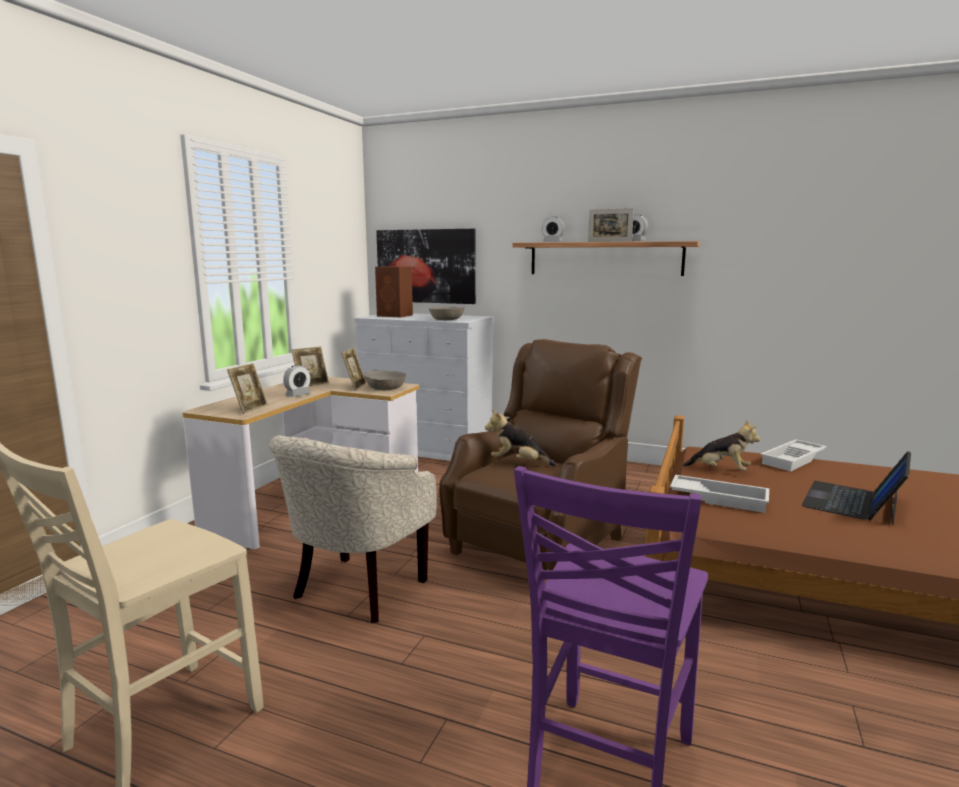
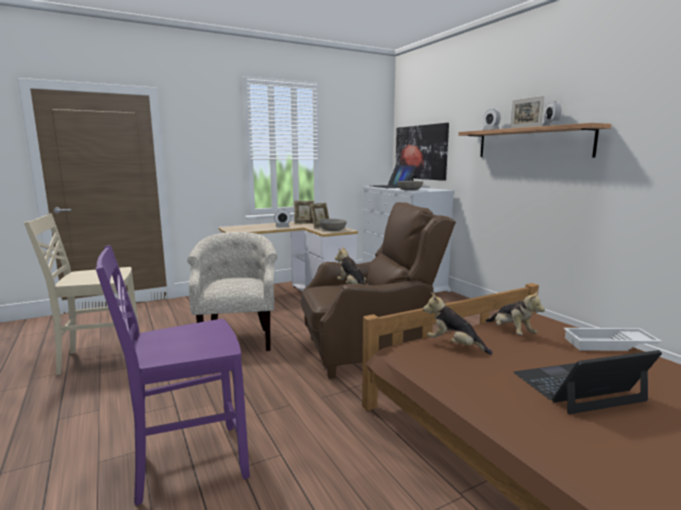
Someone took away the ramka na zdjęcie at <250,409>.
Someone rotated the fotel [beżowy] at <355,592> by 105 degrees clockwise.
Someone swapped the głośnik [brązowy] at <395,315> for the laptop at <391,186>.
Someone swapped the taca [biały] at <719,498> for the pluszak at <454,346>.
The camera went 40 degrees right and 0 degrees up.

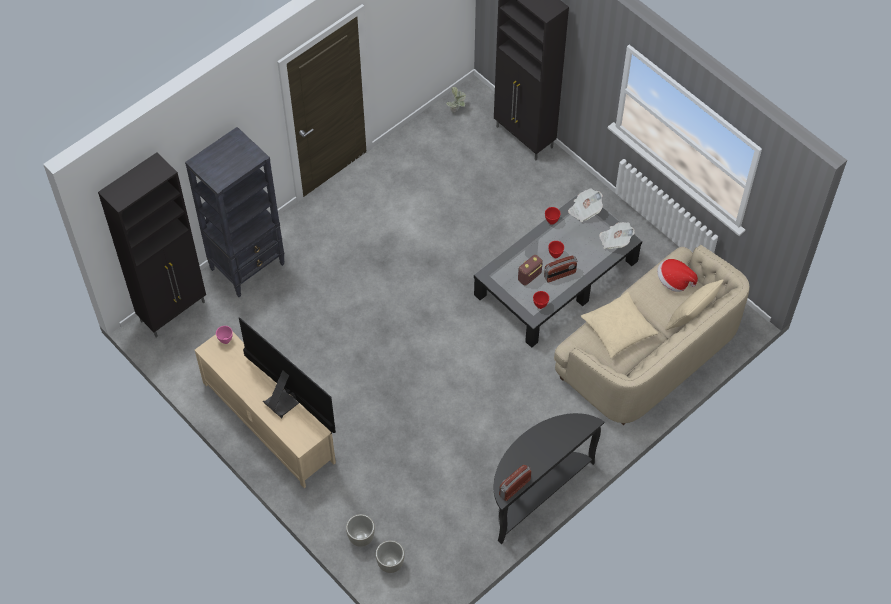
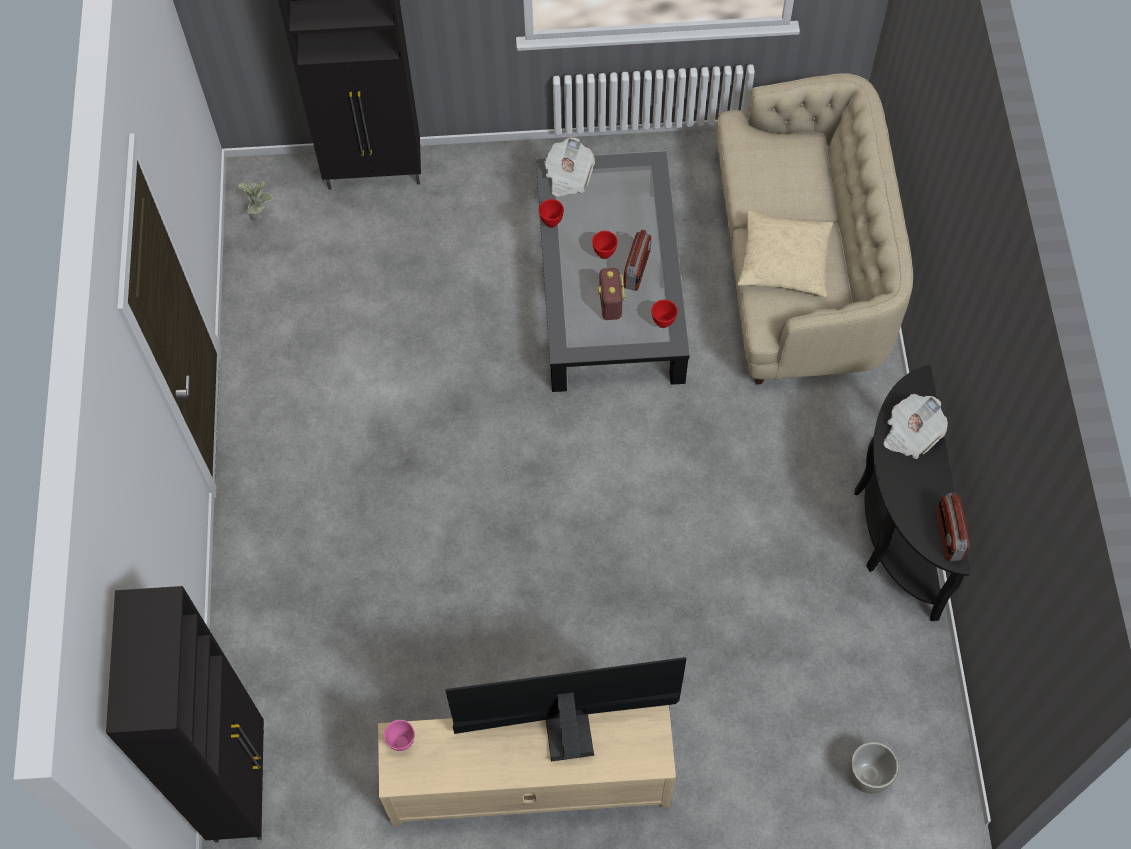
Someone took away the regał [czarny] at <248,266>.
Someone took away the donica [szary] at <361,538>.
Someone carried the gazeta from <615,240> to <910,434>.
Someone took away the kapelusz at <674,281>.
Someone took away the poduszka [beżowy] at <690,318>.
The camera went 50 degrees left and 5 degrees up.

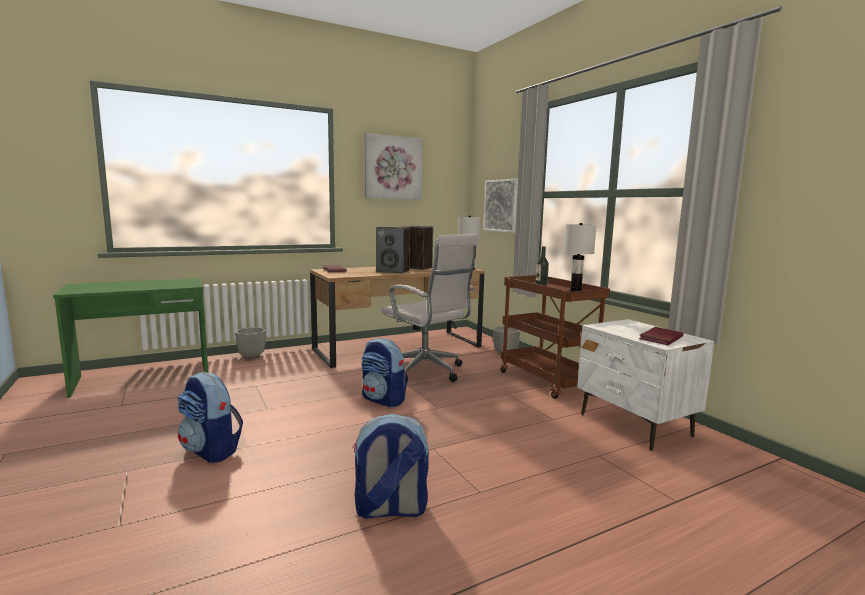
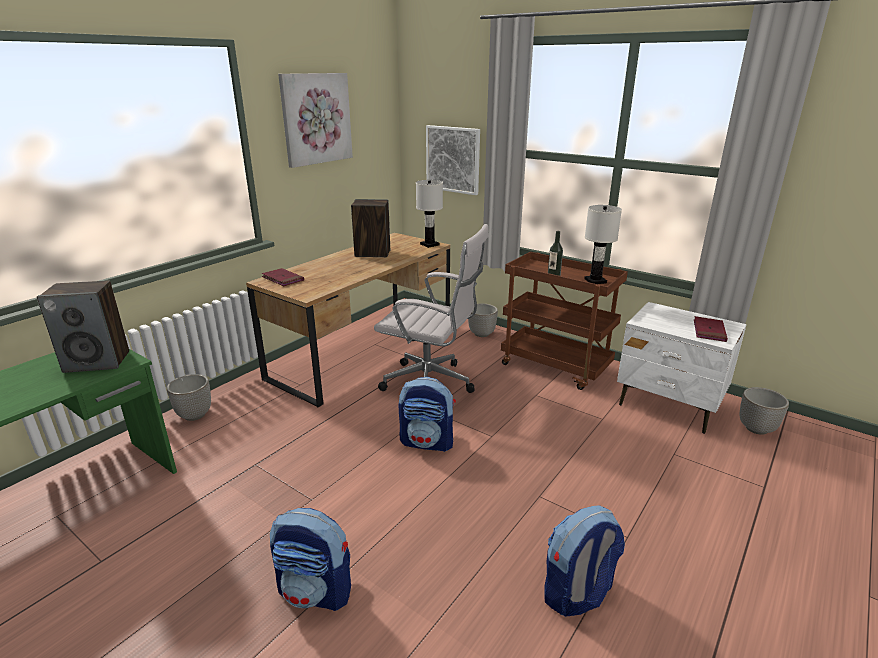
Someone carried the głośnik from <393,271> to <98,361>.
Someone put down the donica at <755,428>.
The camera went 25 degrees left and 15 degrees up.

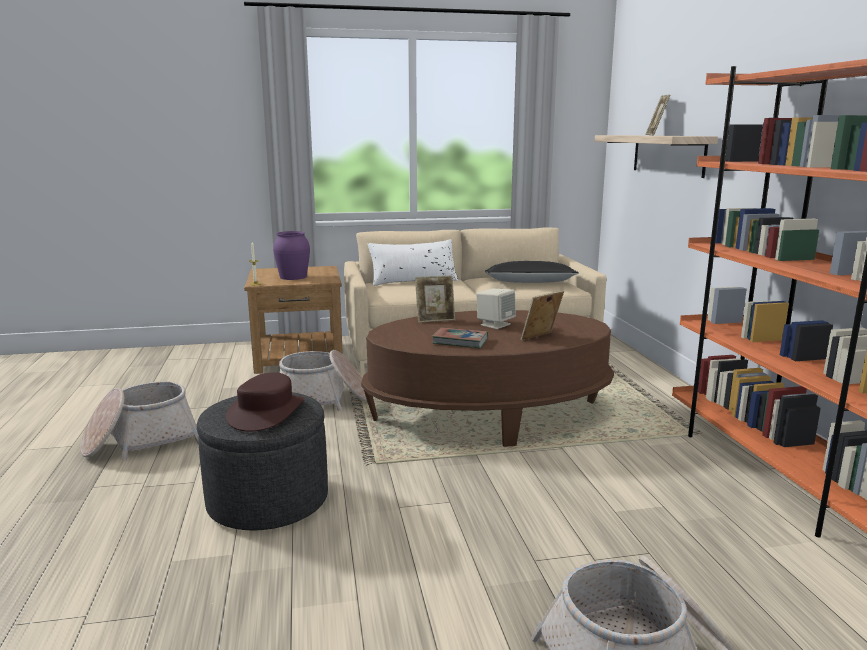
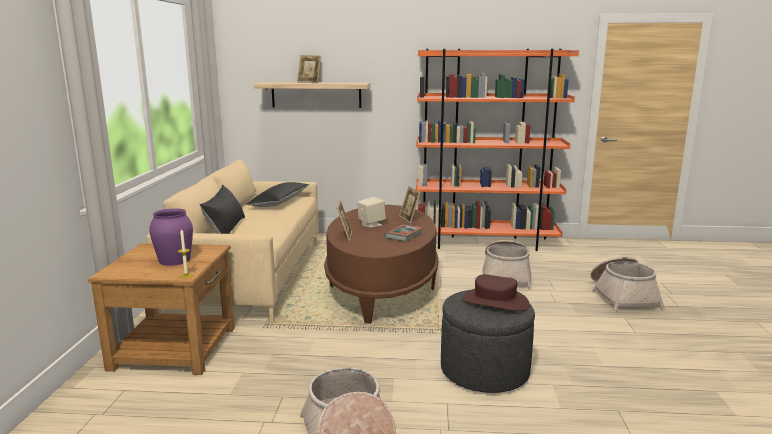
Someone carried the koszyk from <322,400> to <506,276>.
Someone repainted the poduszka [biały] at <413,281>, which became the poduszka [czarny] at <225,228>.
The camera went 75 degrees left and 0 degrees up.

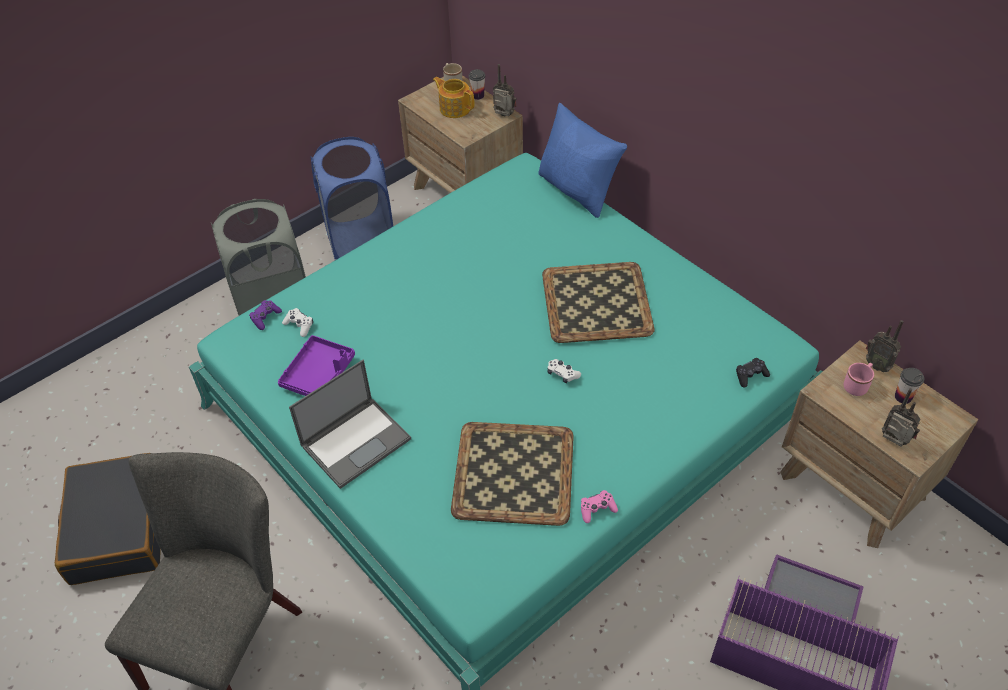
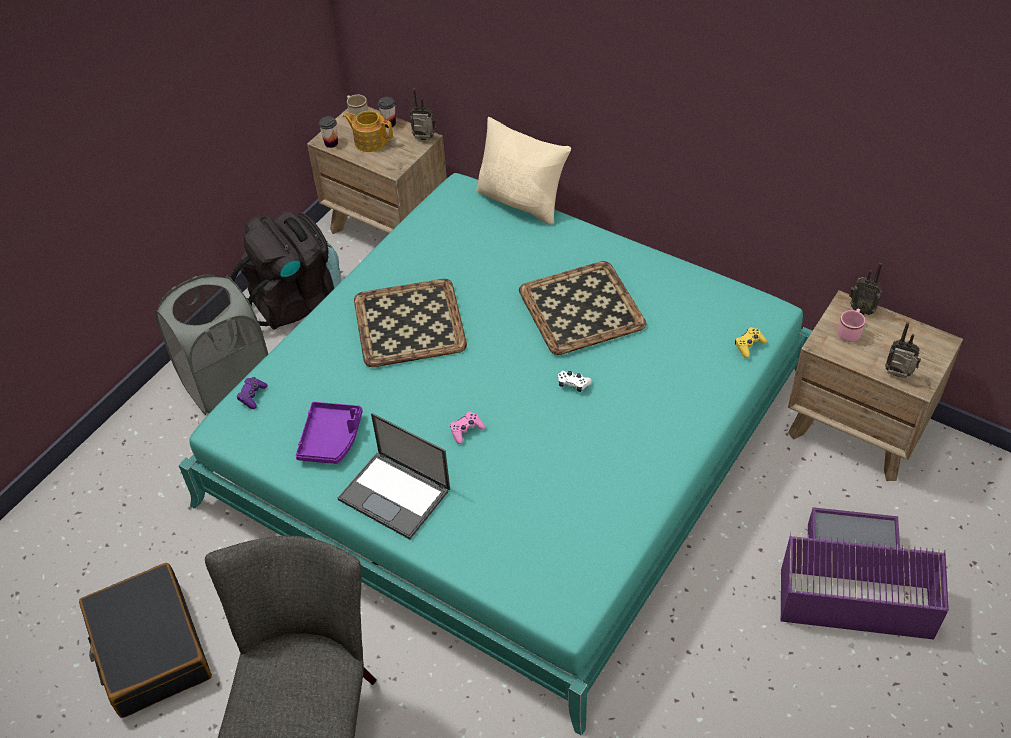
Someone took away the pad do gier [biały] at <299,325>.
Someone rotated the laptop at <356,441> by 90 degrees clockwise.
Someone swapped the kosz na pranie [niebieski] at <360,242> for the plecak [czarny] at <296,300>.
Someone carried the taca from <512,472> to <408,322>.
Someone repainted the poduszka [niebieski] at <577,190>, which became the poduszka [beżowy] at <522,201>.
Someone carried the pad do gier [różowy] from <597,509> to <466,430>.
Someone repainted the pad do gier [czarny] at <750,375>, which became the pad do gier [żółty] at <749,345>.
Someone carried the filiżanka from <903,397> to <331,143>.
The camera went 15 degrees left and 0 degrees up.

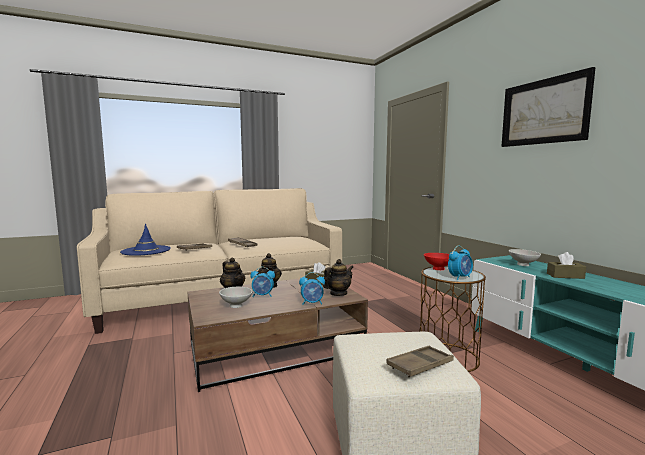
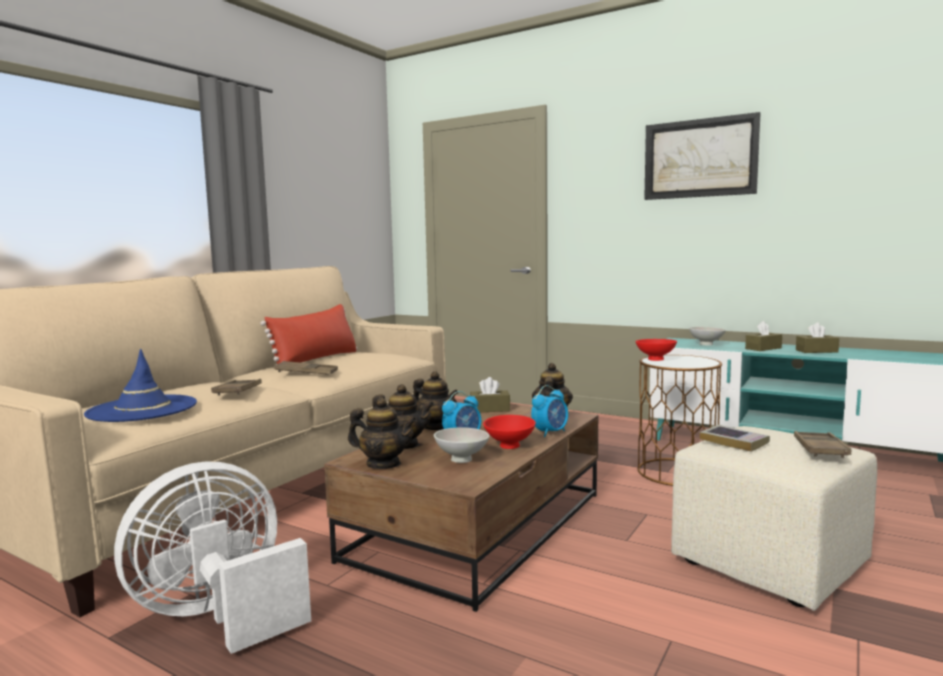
Someone took away the budzik at <460,277>.
Someone put down the wentylator [biały] at <219,615>.
Someone put down the poduszka [czerwony] at <316,359>.
Someone put down the imbryk at <383,464>.
Someone put down the miska [czerwony] at <511,446>.
Someone put down the książka at <734,442>.
Someone put down the pudełko chusteczek [brązowy] at <816,351>.
The camera went 35 degrees left and 0 degrees up.

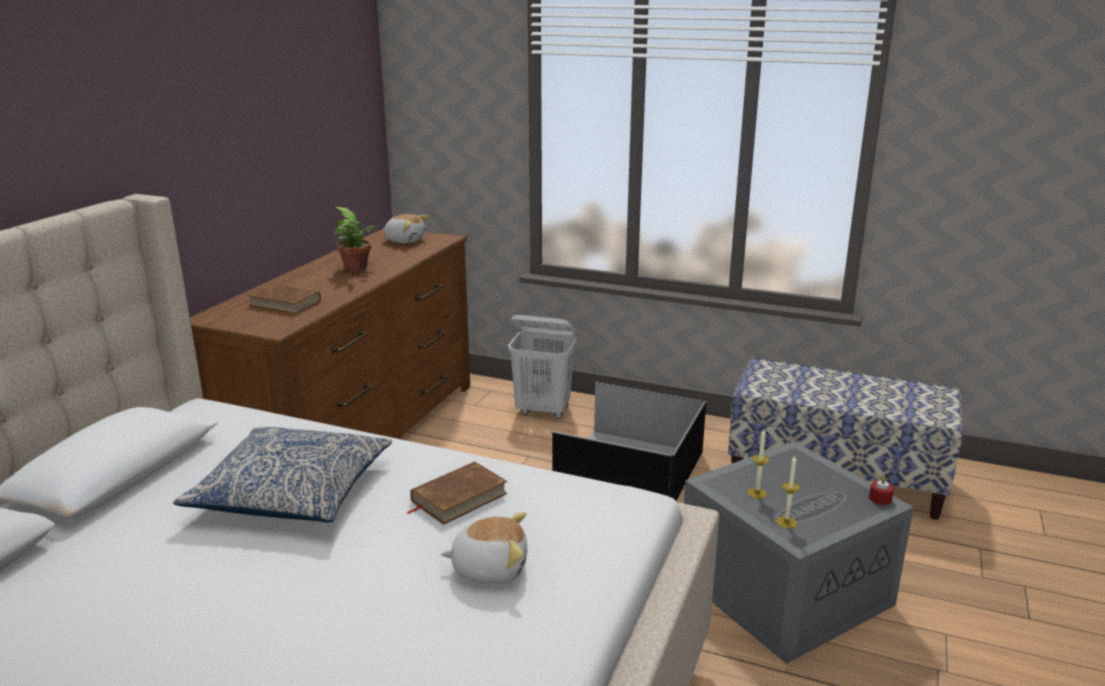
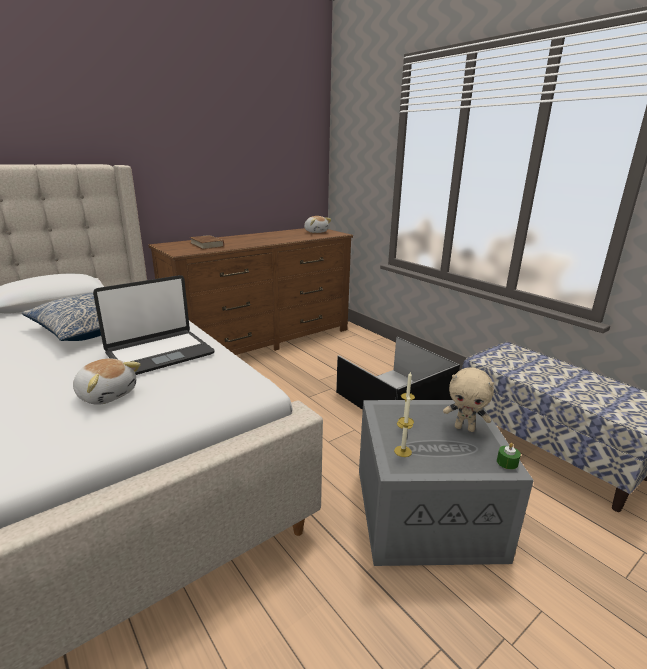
Someone took away the roślina doniczkowa at <358,268>.
Someone swapped the książka [brązowy] at <458,497> for the laptop at <159,353>.
Someone took away the kosz na pranie [biały] at <543,411>.
Someone repainted the świeca [czerwony] at <880,498>, which became the świeca [zielony] at <507,462>.
Someone put down the pluszak [beżowy] at <465,428>.
The camera went 30 degrees right and 0 degrees up.

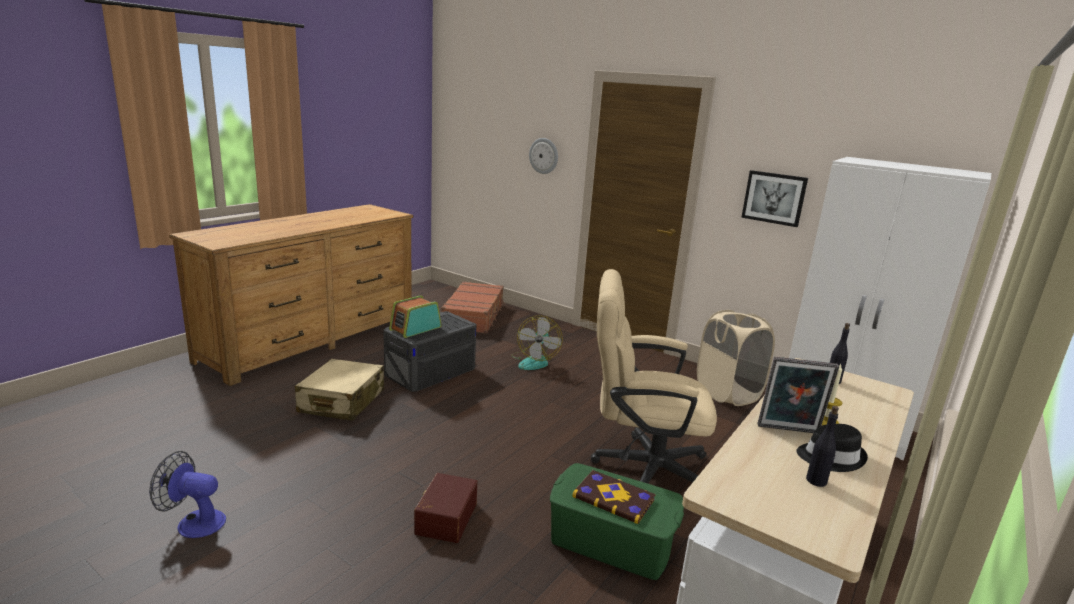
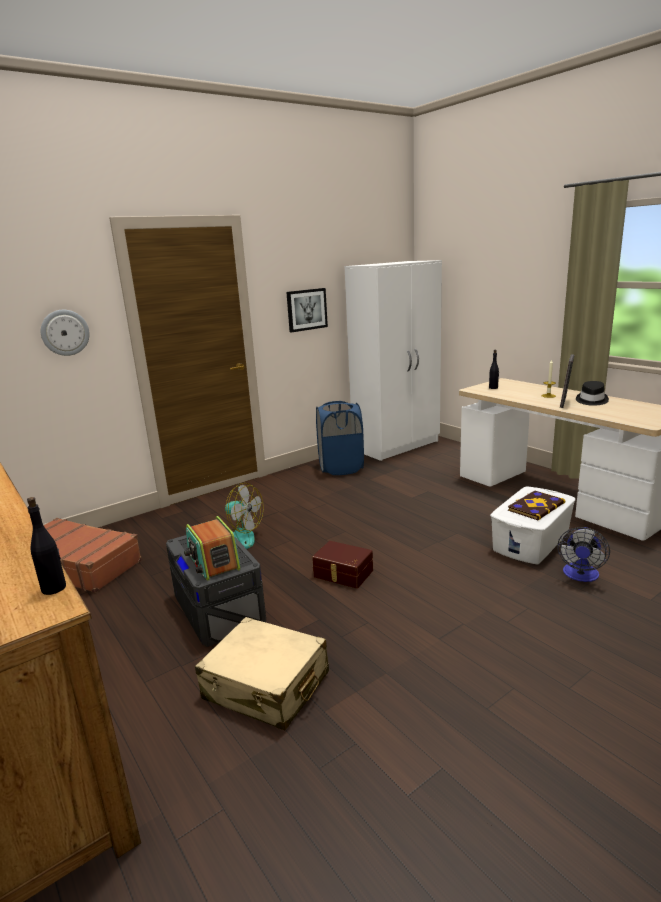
Someone carried the wentylator from <194,522> to <580,576>.
Someone carried the pojemnik do przechowywania [brązowy] from <444,518> to <342,574>.
Someone repainted the pojemnik do przechowywania [zielony] at <611,542>, which became the pojemnik do przechowywania [biały] at <531,541>.
Someone took away the krzesło biurowe [beżowy] at <640,467>.
Someone repainted the kosz na pranie [beżowy] at <728,393>, which became the kosz na pranie [niebieski] at <341,468>.
Someone carried the butelka [czarny] from <816,481> to <54,588>.
The camera went 70 degrees left and 0 degrees up.

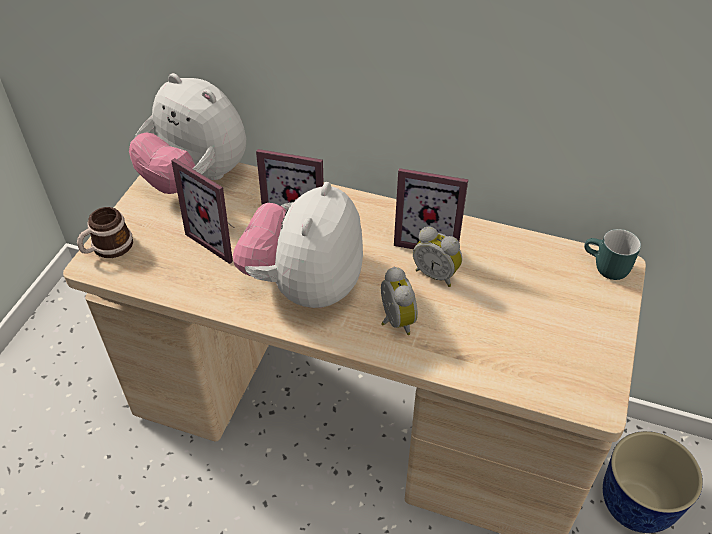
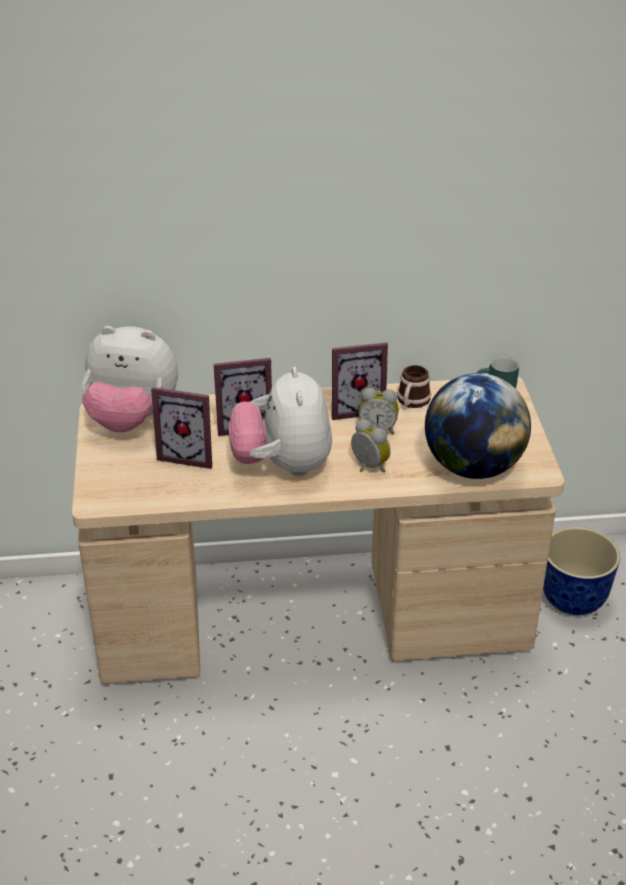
Someone carried the kubek from <107,248> to <412,402>.
Someone put down the globus at <473,467>.
The camera went 25 degrees left and 10 degrees down.

